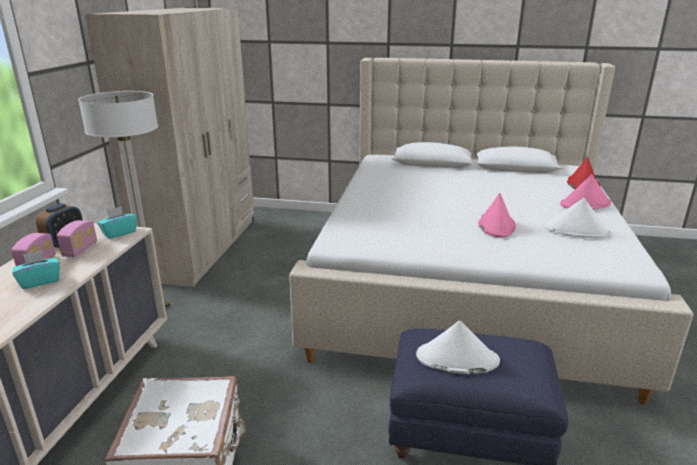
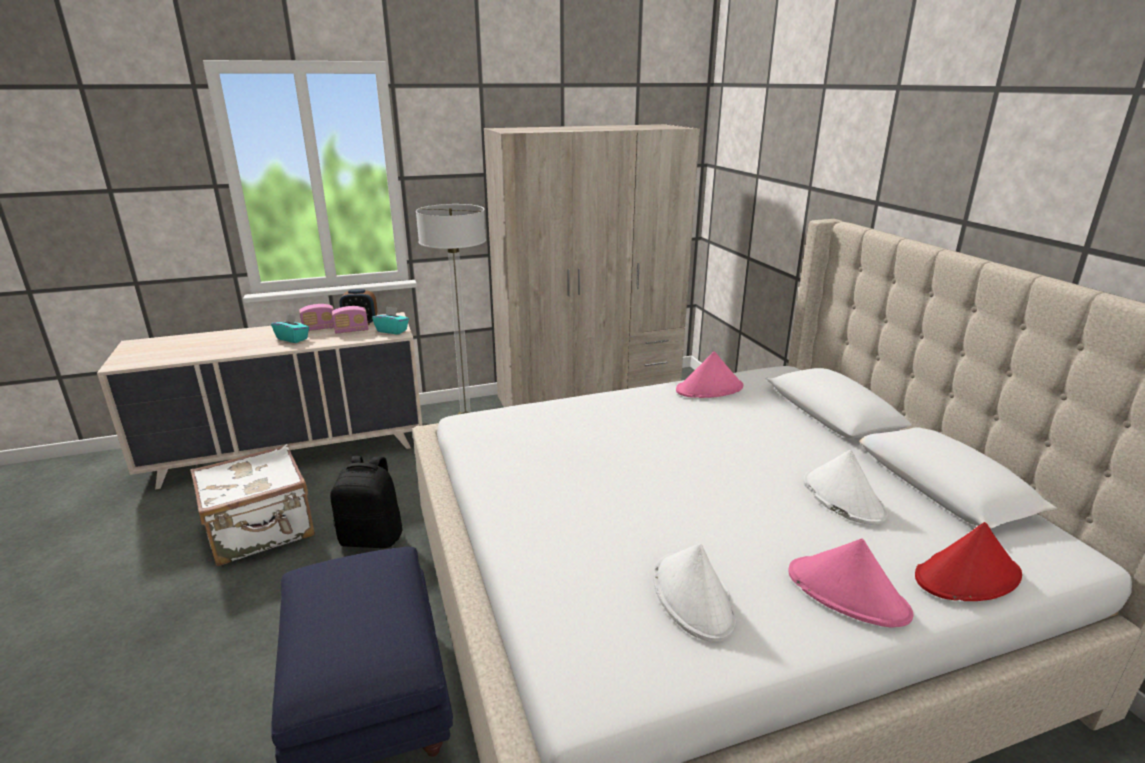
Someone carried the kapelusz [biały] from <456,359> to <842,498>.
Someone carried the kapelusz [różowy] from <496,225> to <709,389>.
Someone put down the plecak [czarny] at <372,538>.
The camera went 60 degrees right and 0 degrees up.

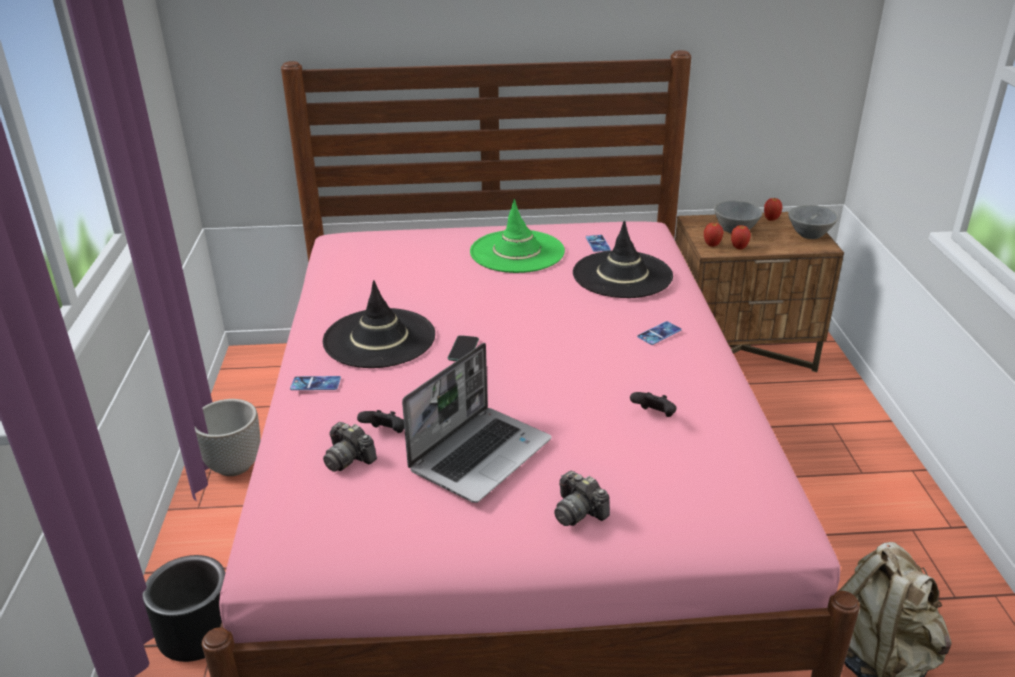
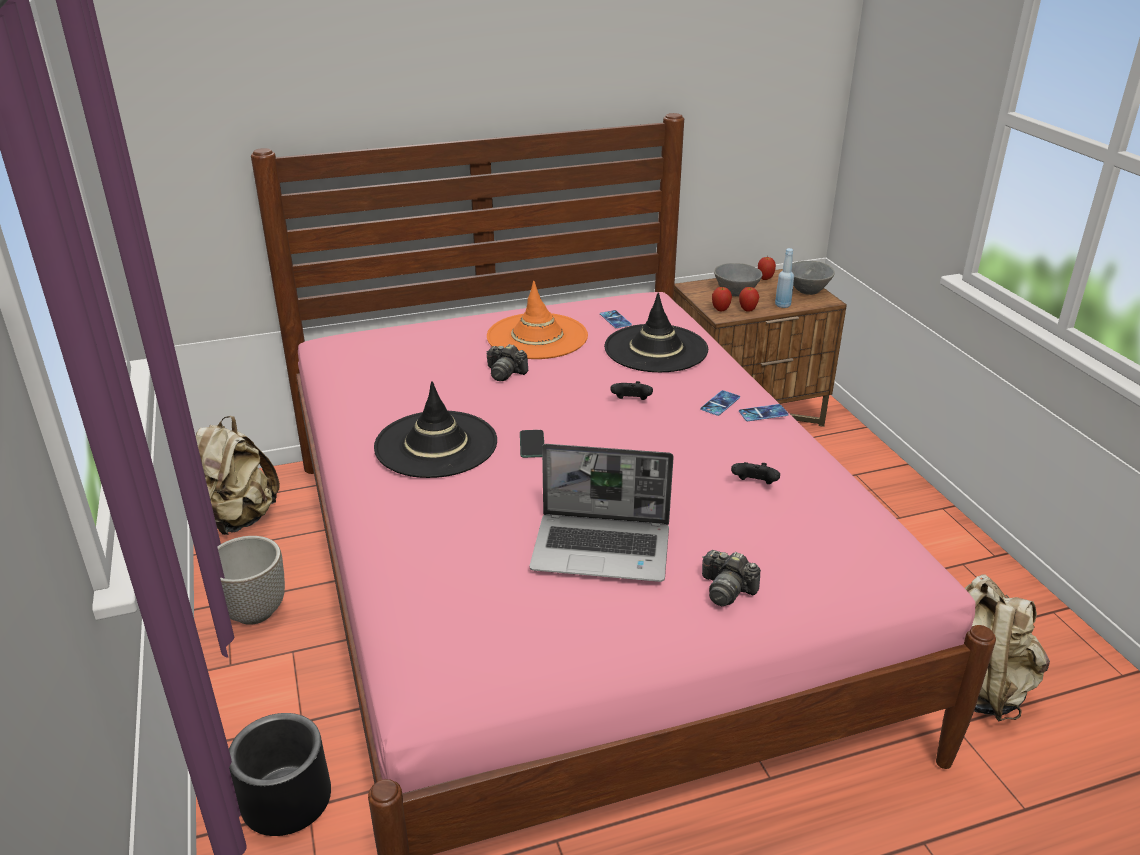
Someone carried the telefon from <315,384> to <763,413>.
Someone carried the aparat fotograficzny from <348,458> to <505,373>.
Someone carried the pad do gier [czarny] from <385,433> to <631,402>.
Someone rotated the laptop at <480,454> by 75 degrees clockwise.
Someone repainted the kapelusz [zielony] at <517,252>, which became the kapelusz [pomarańczowy] at <537,337>.
Someone put down the plecak [beżowy] at <237,519>.
Someone put down the butelka [niebieski] at <782,305>.
The camera went 15 degrees left and 0 degrees up.

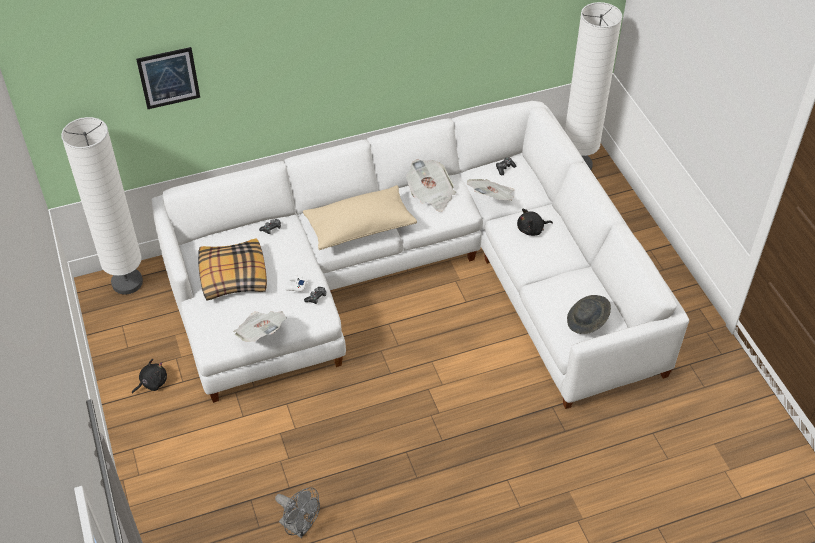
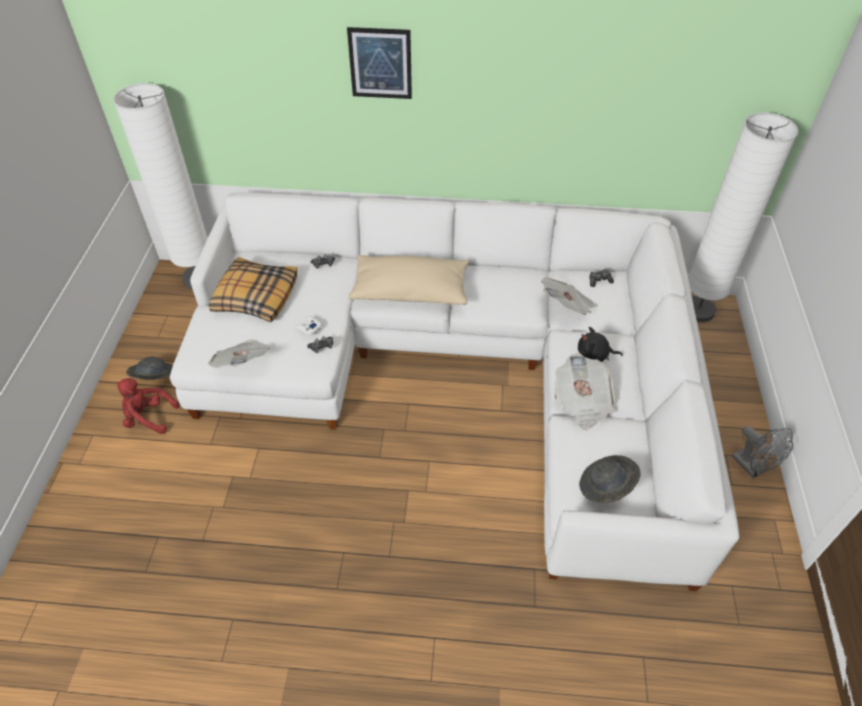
Someone swapped the pluszak [czarny] at <152,383> for the kapelusz [szary] at <154,378>.
Someone carried the obraz from <168,78> to <380,63>.
Someone carried the wentylator [szary] from <300,527> to <752,468>.
Someone carried the gazeta from <431,194> to <582,402>.
Someone put down the pluszak [czerwony] at <148,417>.
The camera went 25 degrees right and 0 degrees up.

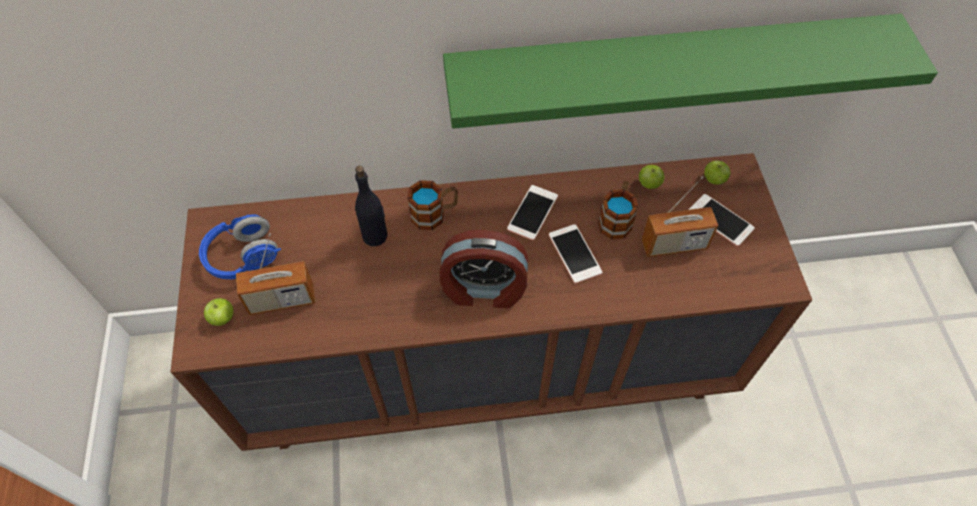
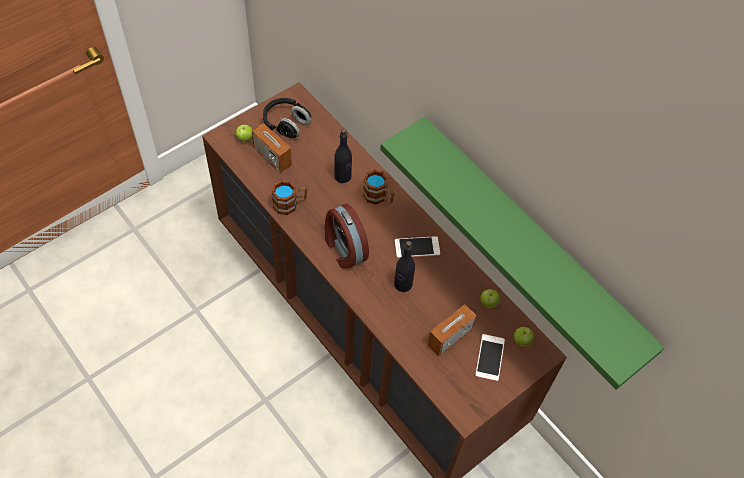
Someone repainted the słuchawki [niebieski] at <243,257>, which became the słuchawki [czarny] at <286,124>.
Someone swapped the telefon at <574,254> for the butelka [czarny] at <402,284>.
Someone carried the kubek from <616,219> to <290,204>.
Someone rotated the radio at <673,245> by 90 degrees clockwise.
The camera went 55 degrees right and 0 degrees up.

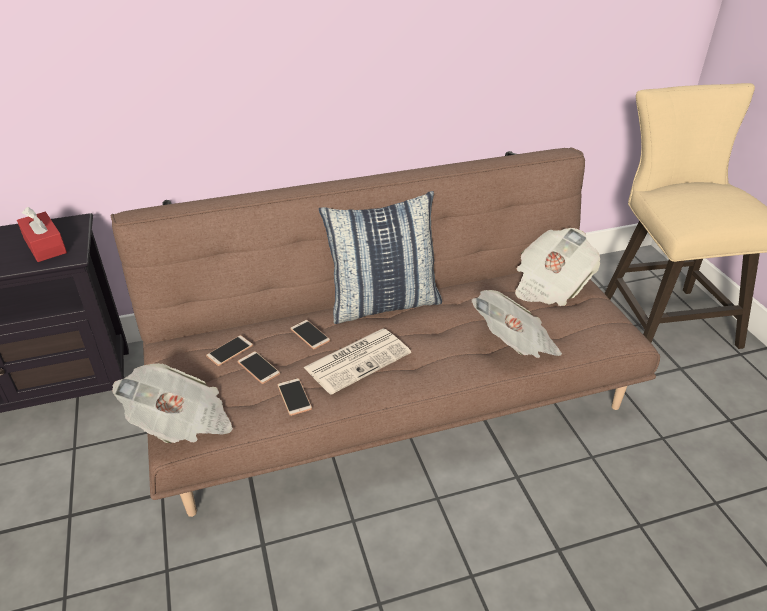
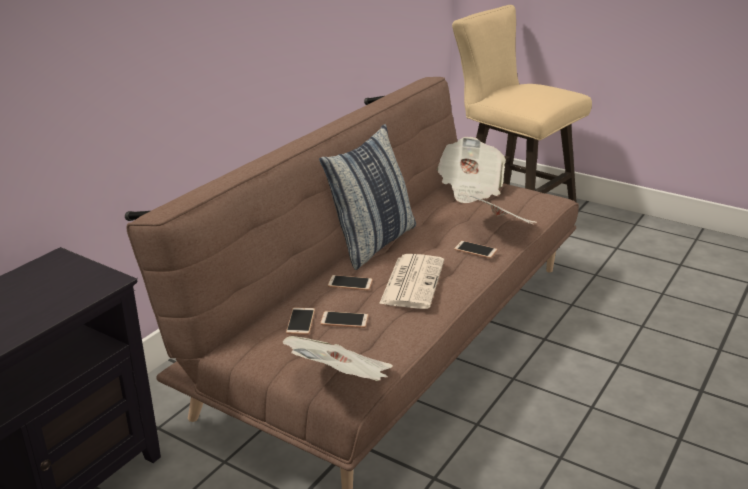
Someone took away the pudełko chusteczek [czerwony] at <45,246>.
Someone carried the telefon from <294,397> to <475,250>.
The camera went 40 degrees left and 10 degrees down.

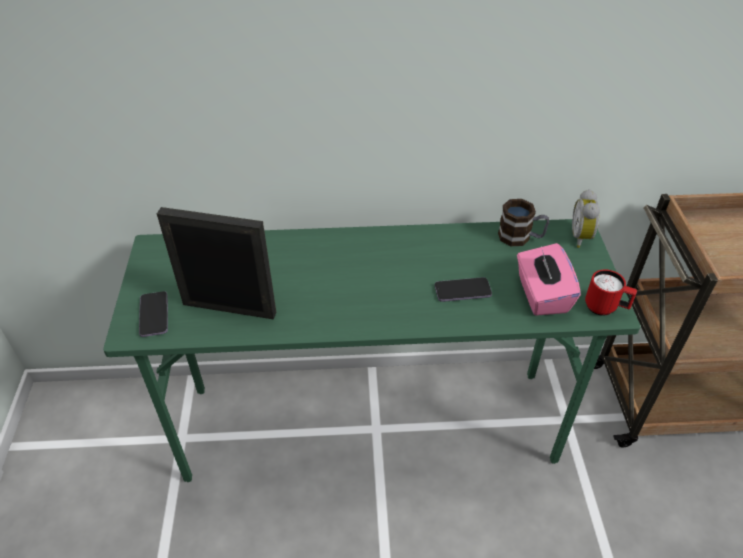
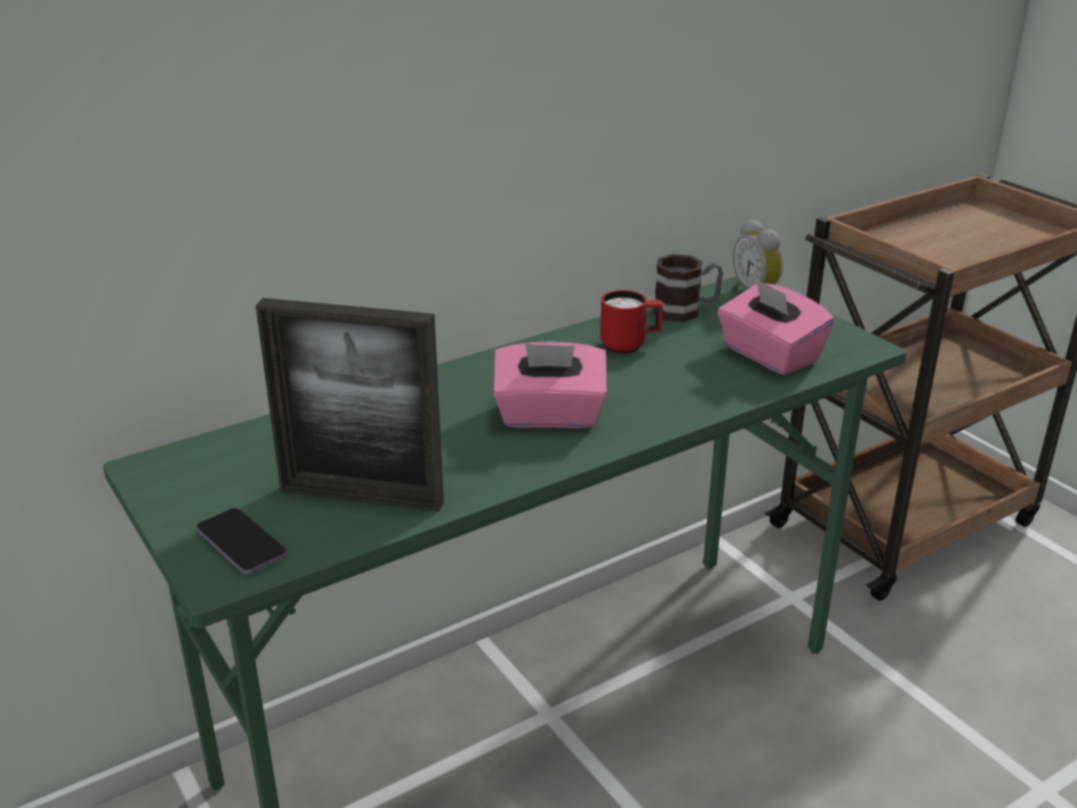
Someone rotated the ramka na zdjęcie at <229,308> by 150 degrees counterclockwise.
Someone took away the telefon at <462,291>.
Someone carried the kubek [czerwony] from <605,308> to <630,346>.
Someone put down the pudełko chusteczek [różowy] at <549,416>.
The camera went 30 degrees left and 15 degrees down.

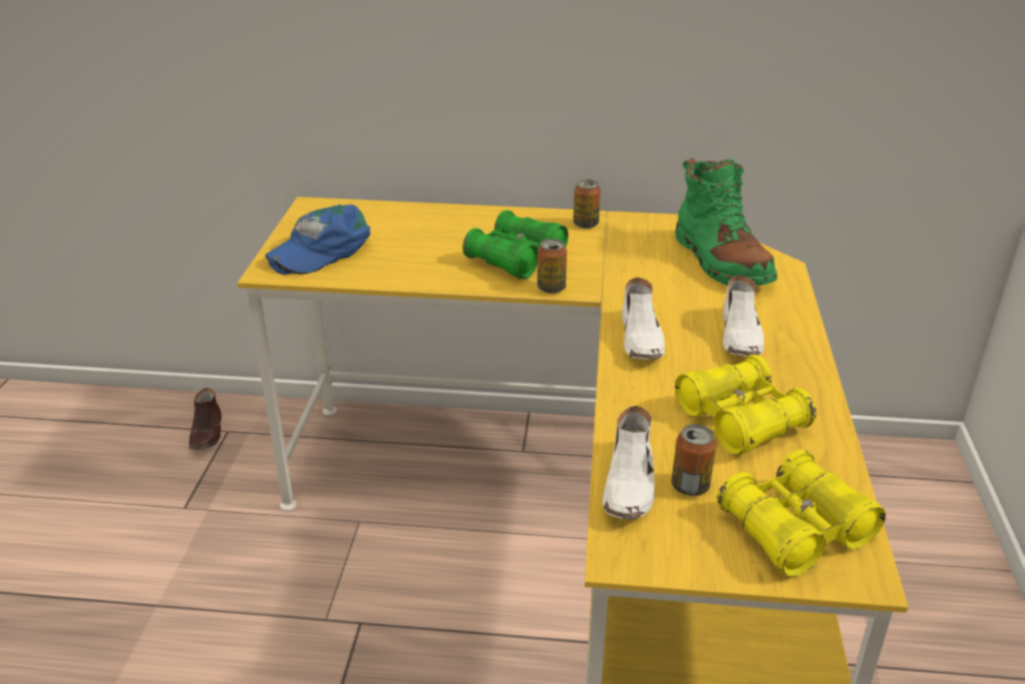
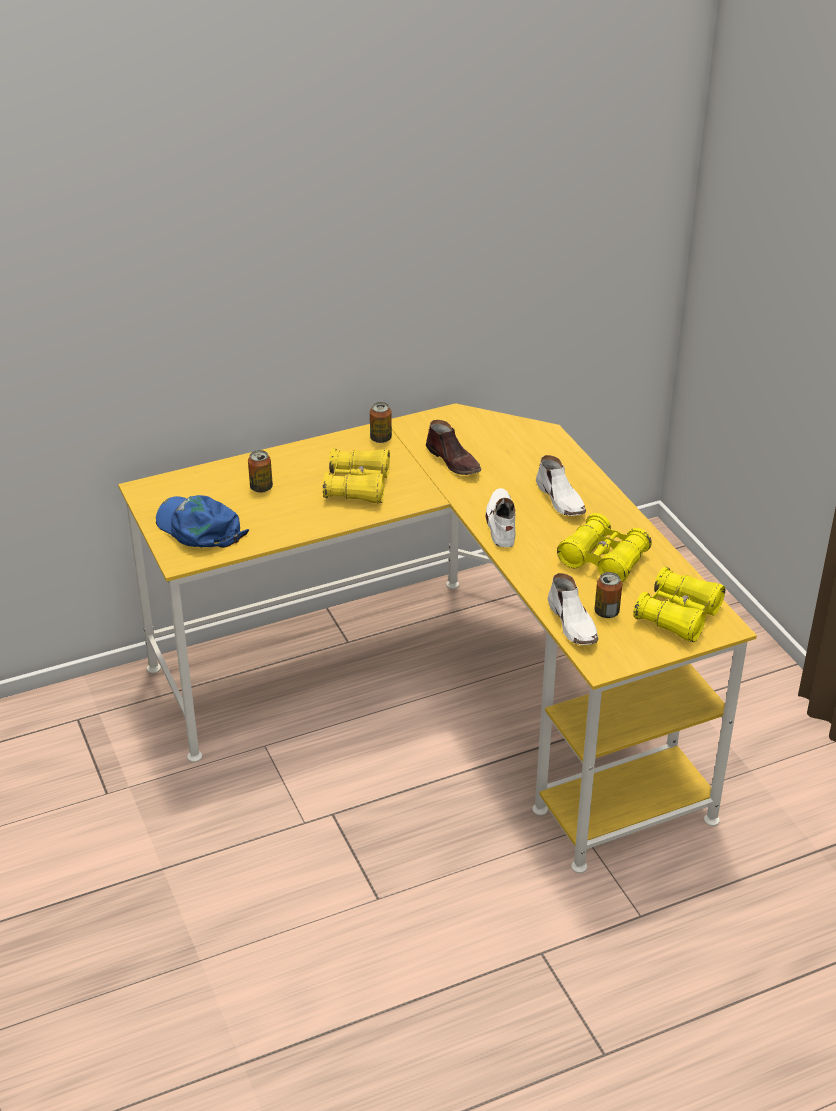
Someone carried the but [brązowy] from <207,432> to <454,461>.
Someone rotated the czapka z daszkiem [niebieski] at <320,249> by 120 degrees clockwise.
Someone repainted the lornetka [zielony] at <516,258>, which became the lornetka [żółty] at <357,486>.
Someone carried the puszka from <551,288> to <261,487>.
Someone rotated the but [biały] at <641,339> by 150 degrees counterclockwise.
Someone took away the but z cholewką [zielony] at <720,261>.
The camera went 30 degrees left and 5 degrees up.

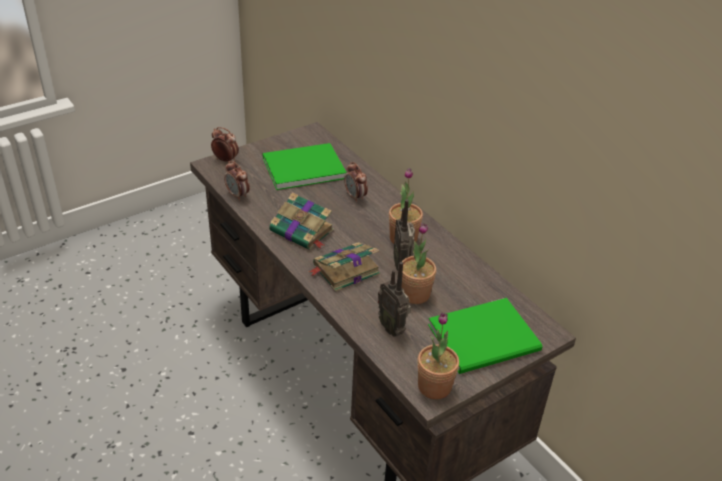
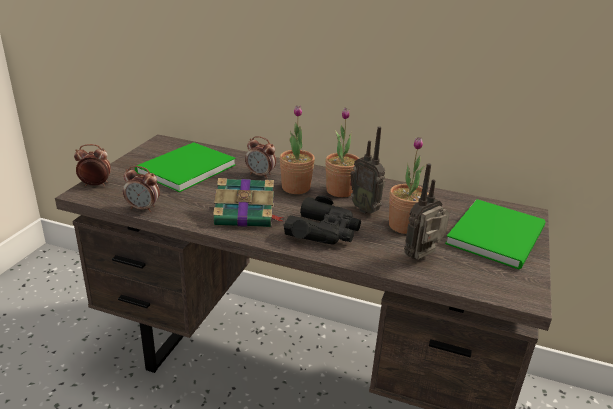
Someone swapped the książka at <344,270> for the lornetka [czarny] at <324,231>.
Someone rotated the radio at <392,328> by 120 degrees clockwise.
Someone carried the roślina doniczkowa from <434,387> to <296,188>.
The camera went 35 degrees left and 10 degrees down.

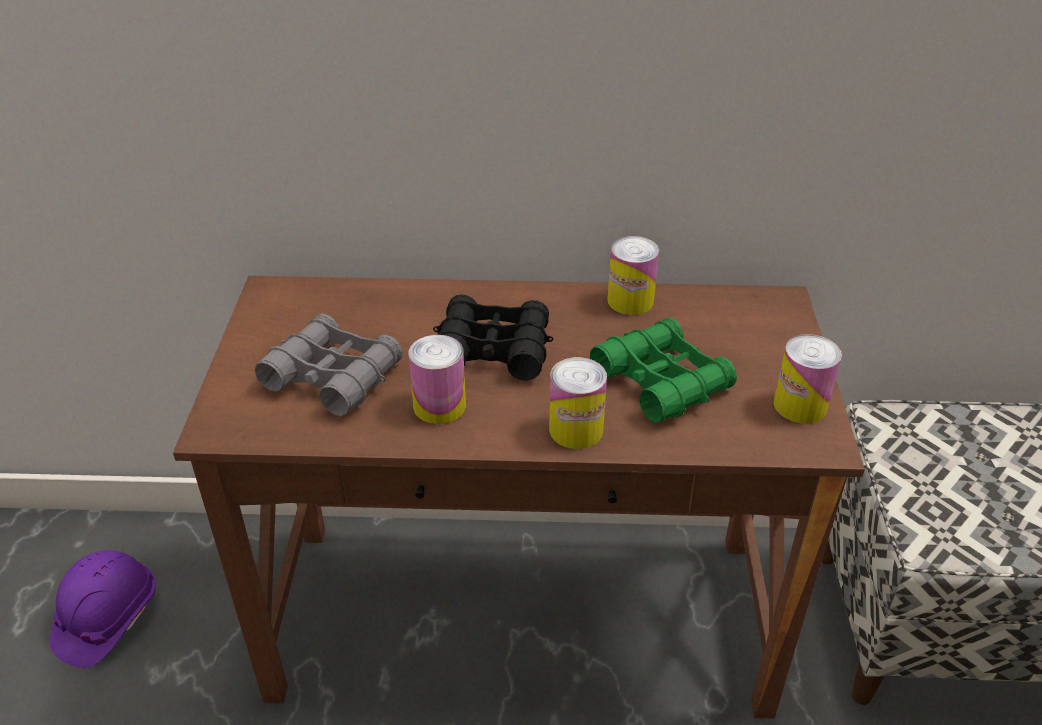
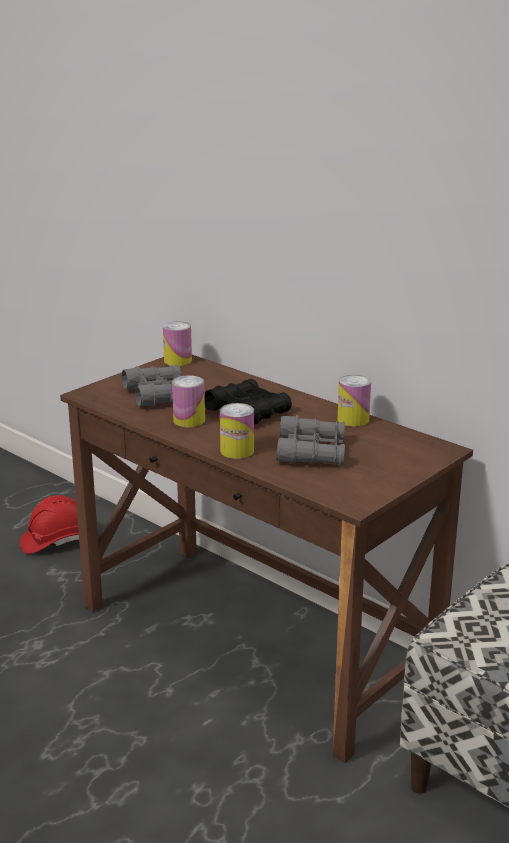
Someone repainted the kask [fioletowy] at <107,619>, which became the kask [czerwony] at <55,540>.
Someone repainted the lornetka [zielony] at <661,381>, which became the lornetka [szary] at <311,452>.
Someone carried the puszka from <800,405> to <178,361>.
The camera went 40 degrees right and 15 degrees down.

